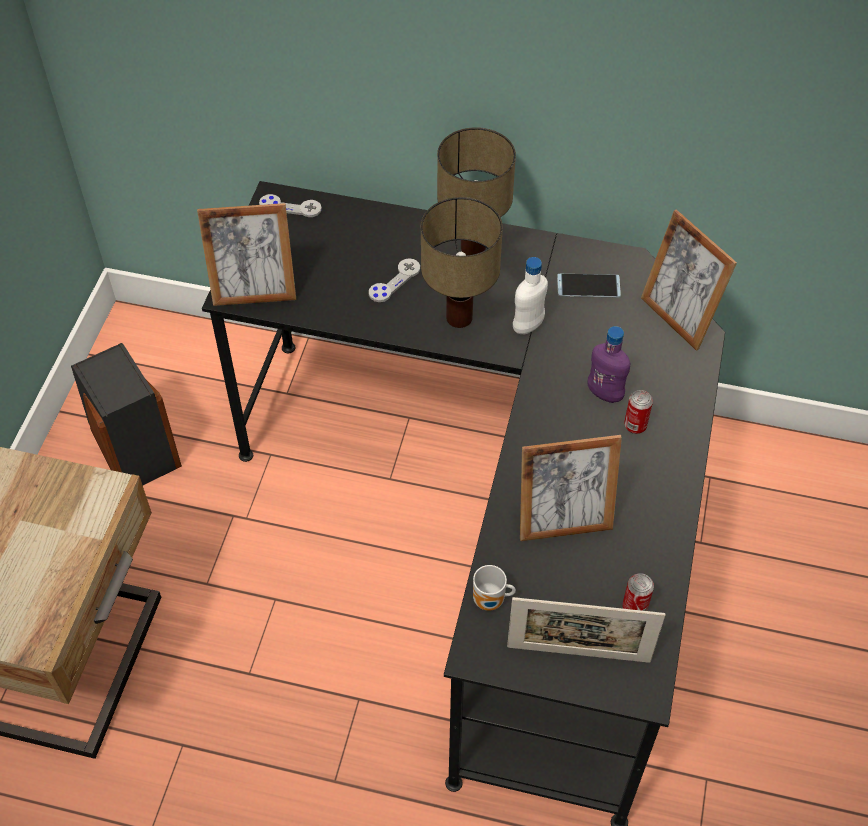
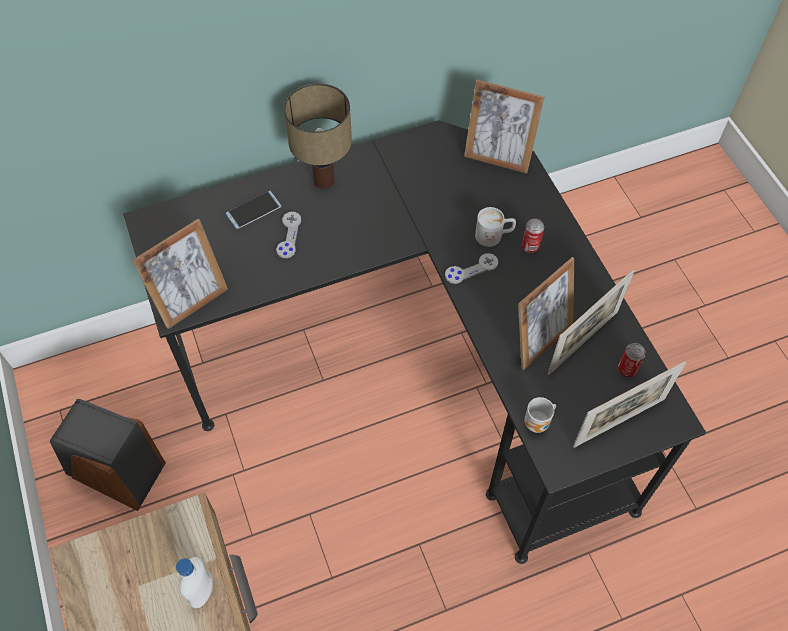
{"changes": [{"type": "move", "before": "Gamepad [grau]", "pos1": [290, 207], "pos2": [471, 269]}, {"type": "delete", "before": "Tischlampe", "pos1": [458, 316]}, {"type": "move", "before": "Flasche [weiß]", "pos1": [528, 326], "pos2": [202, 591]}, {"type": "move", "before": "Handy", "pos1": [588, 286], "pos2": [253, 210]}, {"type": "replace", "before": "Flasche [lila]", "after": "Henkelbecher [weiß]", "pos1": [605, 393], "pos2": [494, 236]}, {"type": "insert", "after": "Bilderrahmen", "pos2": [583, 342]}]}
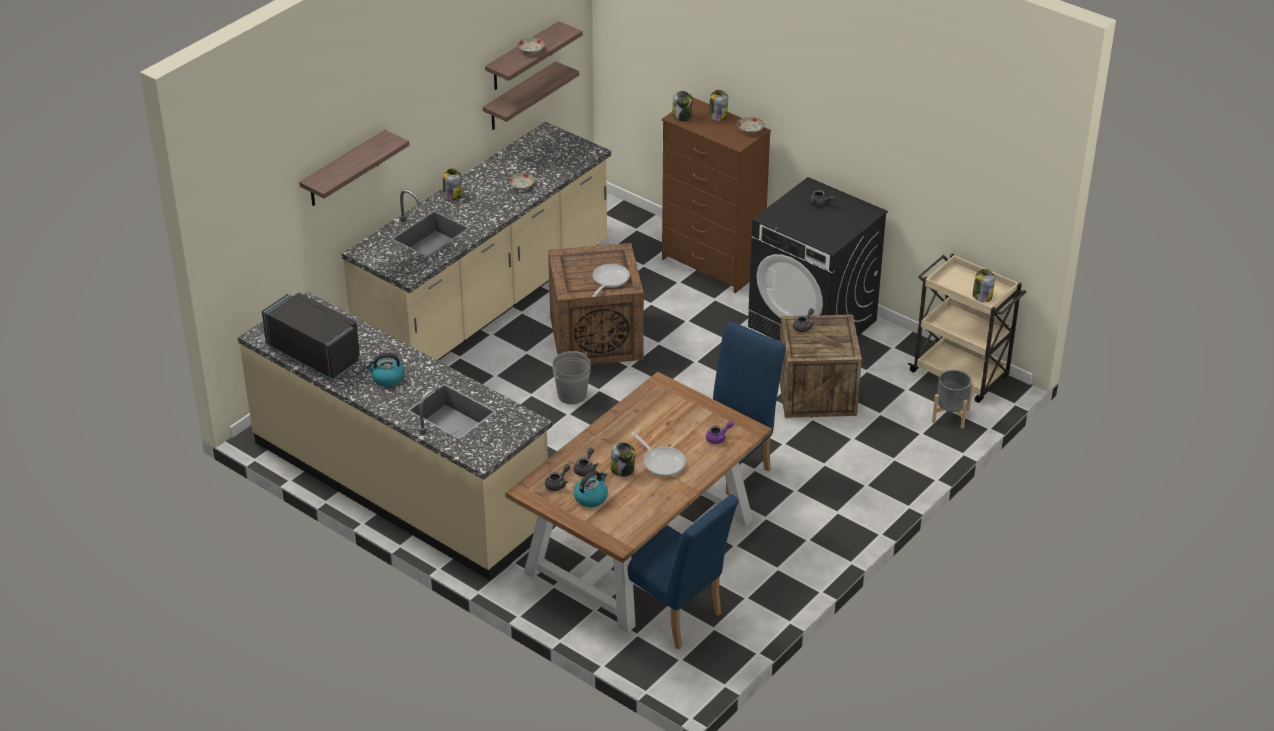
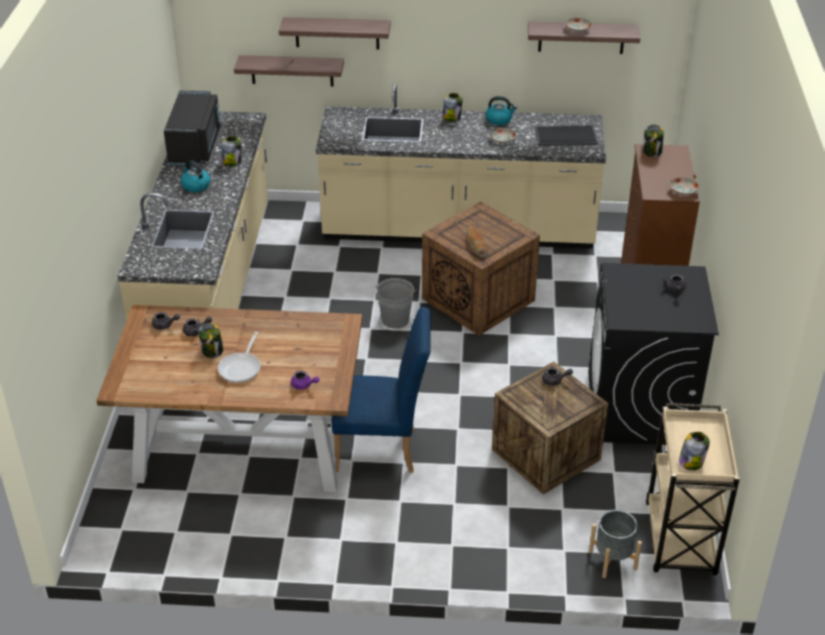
{"changes": [{"type": "move", "before": "Wandregal", "pos1": [520, 97], "pos2": [292, 70]}, {"type": "move", "before": "Wasserkessel", "pos1": [591, 497], "pos2": [499, 119]}, {"type": "replace", "before": "Pfanne", "after": "Brot", "pos1": [609, 280], "pos2": [476, 246]}, {"type": "delete", "before": "Stuhl [blau]", "pos1": [674, 616]}, {"type": "move", "before": "Vorratsglas", "pos1": [717, 116], "pos2": [232, 161]}, {"type": "insert", "after": "Tablett", "pos2": [566, 135]}]}
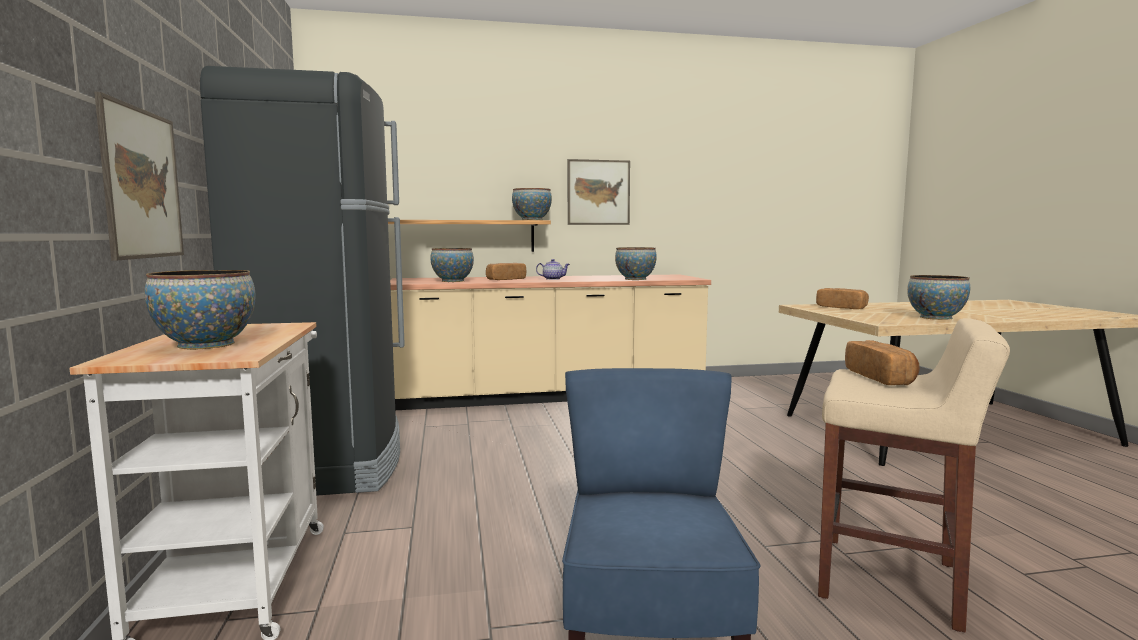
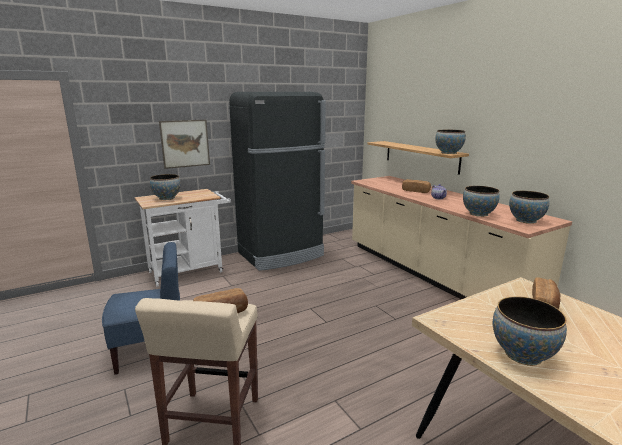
{"changes": [{"type": "move", "before": "Schüssel", "pos1": [452, 281], "pos2": [525, 220]}, {"type": "delete", "before": "Bild", "pos1": [598, 192]}]}
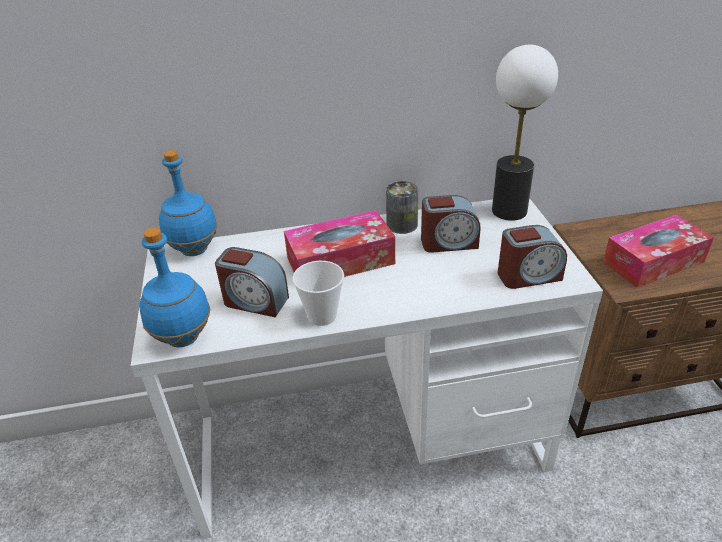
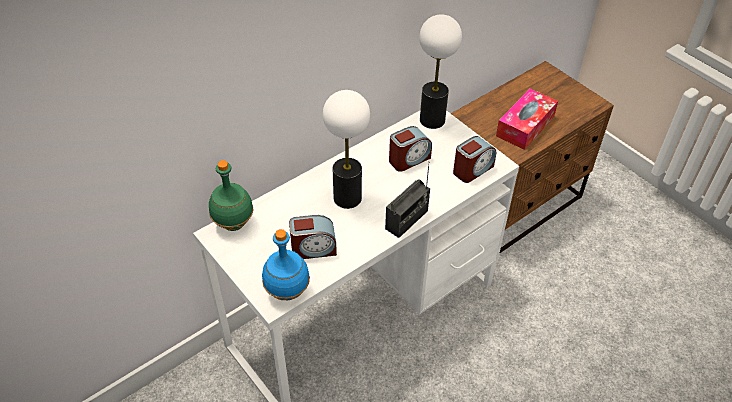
{"changes": [{"type": "recolor", "before": "Flasche [blau]", "after": "Flasche [grün]", "pos1": [194, 250], "pos2": [233, 224]}, {"type": "replace", "before": "Taschentuchbox", "after": "Tischlampe", "pos1": [340, 261], "pos2": [347, 198]}, {"type": "delete", "before": "Tasse", "pos1": [322, 316]}, {"type": "delete", "before": "Dose", "pos1": [402, 225]}, {"type": "insert", "after": "Radio", "pos2": [407, 220]}]}
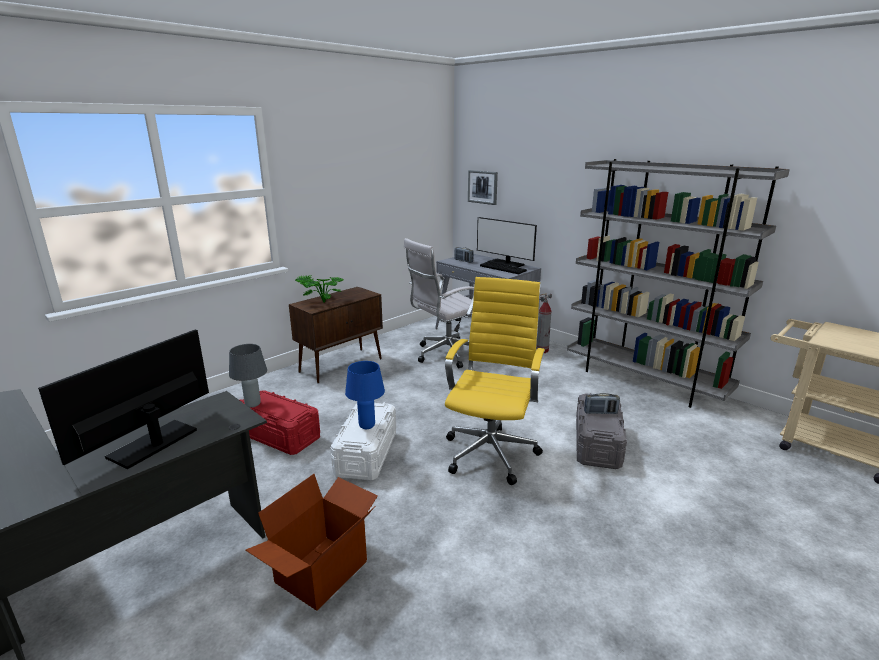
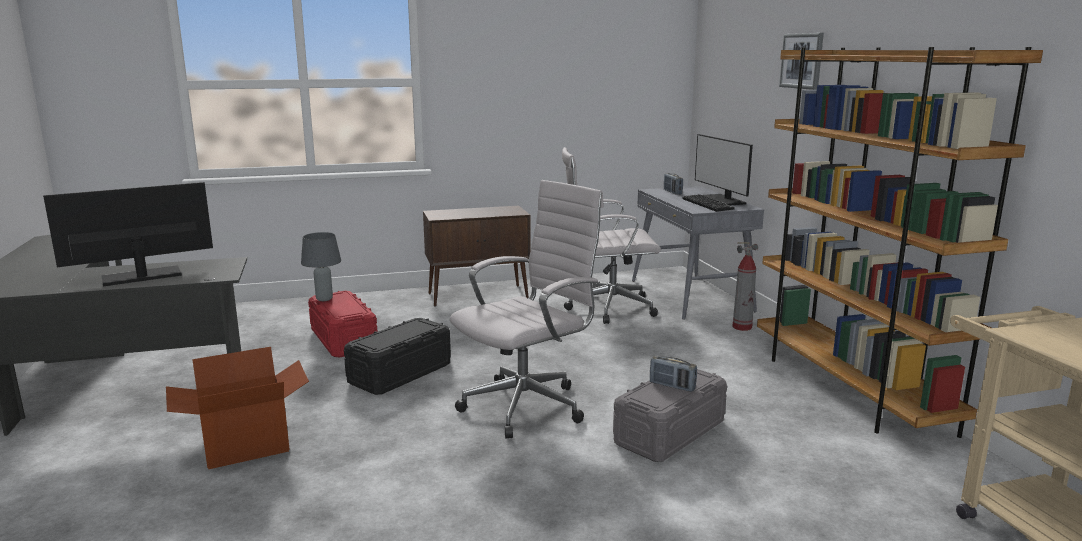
{"changes": [{"type": "delete", "before": "Topfpflanze", "pos1": [321, 302]}, {"type": "recolor", "before": "Aufbewahrungsbox [weiß]", "after": "Aufbewahrungsbox [schwarz]", "pos1": [367, 453], "pos2": [400, 373]}, {"type": "delete", "before": "Tischlampe [blau]", "pos1": [367, 426]}, {"type": "recolor", "before": "Bürostuhl [gelb]", "after": "Bürostuhl [weiß]", "pos1": [491, 451], "pos2": [528, 405]}, {"type": "move", "before": "Bild", "pos1": [483, 187], "pos2": [802, 61]}, {"type": "recolor", "before": "Bücherregal [grau]", "after": "Bücherregal [braun]", "pos1": [644, 381], "pos2": [848, 389]}]}
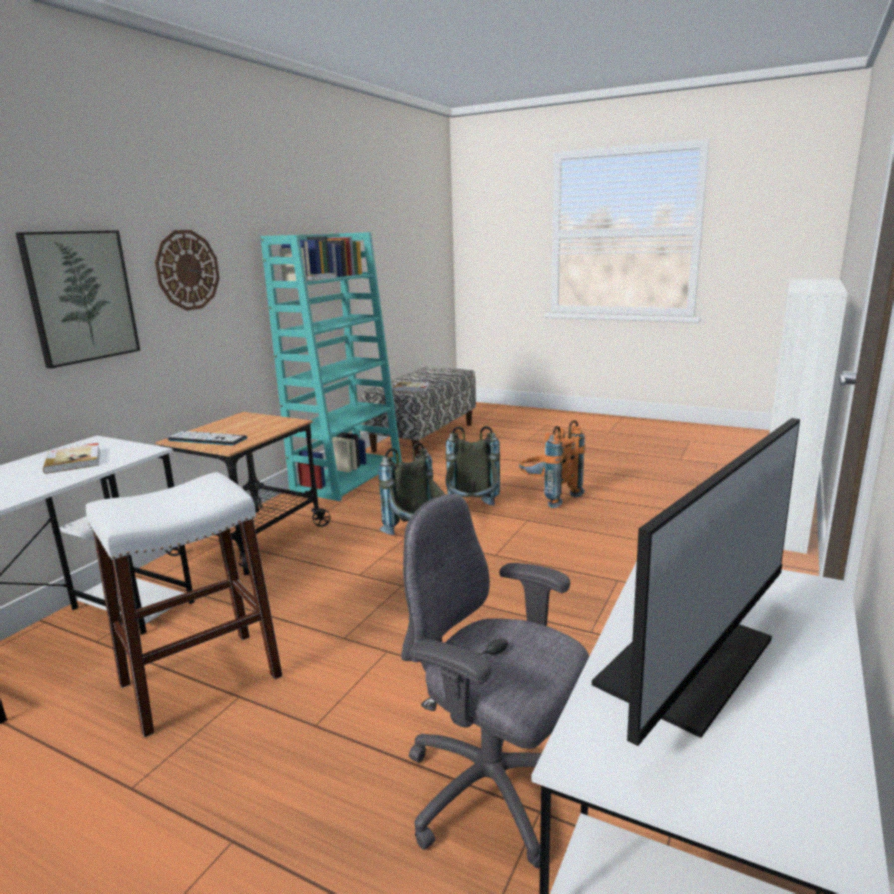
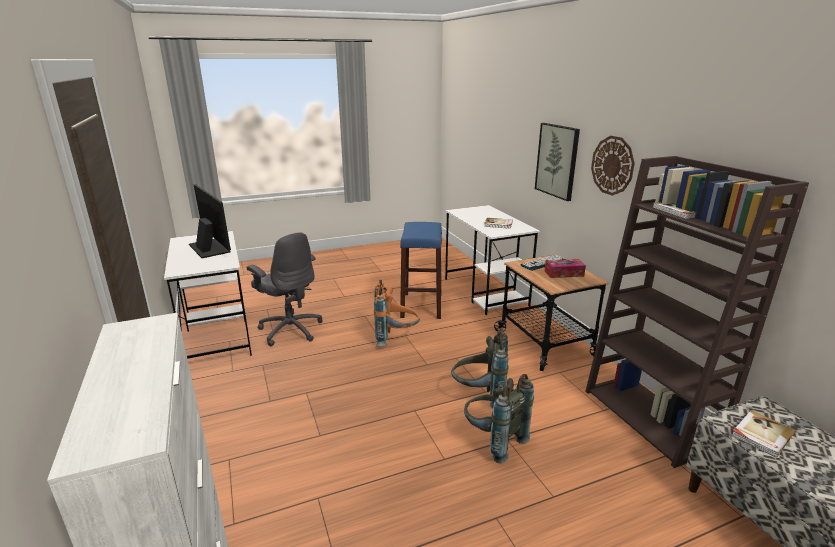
{"changes": [{"type": "recolor", "before": "Hocker [weiß]", "after": "Hocker [blau]", "pos1": [200, 680], "pos2": [421, 305]}, {"type": "recolor", "before": "Bücherregal [türkis]", "after": "Bücherregal [braun]", "pos1": [348, 476], "pos2": [651, 418]}, {"type": "rotate", "before": "Bürostuhl [grau]", "pos1": [493, 792], "pos2": [290, 330], "turn": 60}, {"type": "move", "before": "Rucksack [orange]", "pos1": [548, 496], "pos2": [396, 338]}, {"type": "rotate", "before": "Monitor", "pos1": [689, 663], "pos2": [210, 248], "turn": 150}, {"type": "insert", "after": "Taschentuchbox", "pos2": [564, 273]}]}
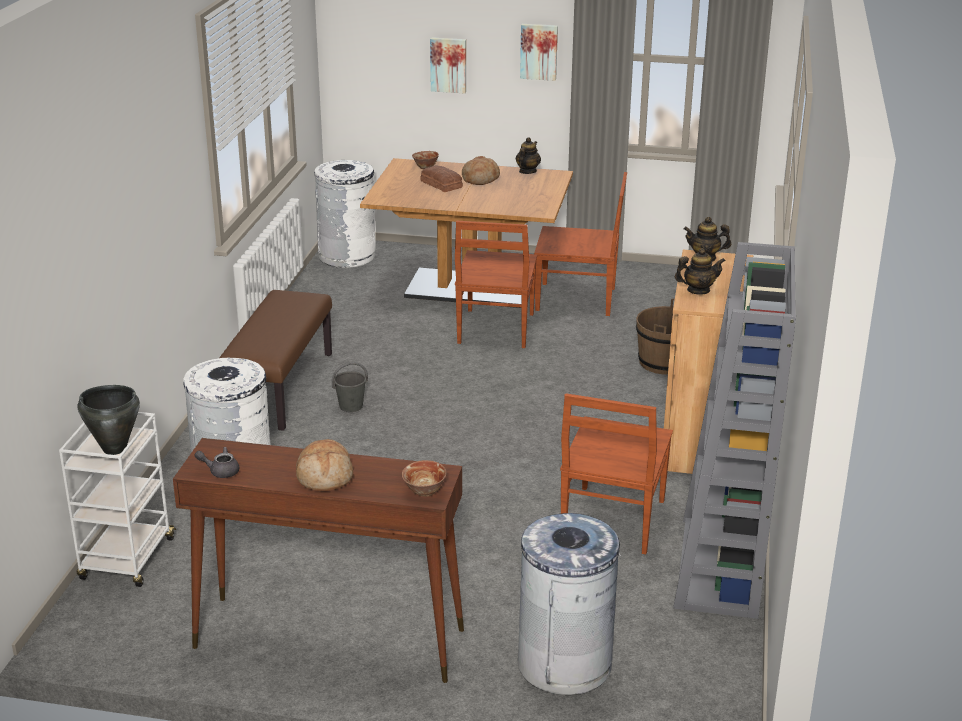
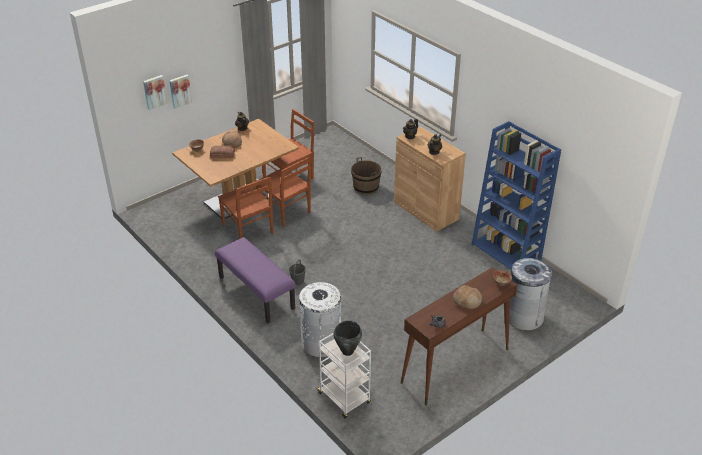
{"changes": [{"type": "recolor", "before": "Bank [braun]", "after": "Bank [lila]", "pos1": [279, 387], "pos2": [255, 293]}, {"type": "delete", "before": "Mülleimer [weiß]", "pos1": [347, 256]}, {"type": "move", "before": "Bild", "pos1": [539, 51], "pos2": [154, 92]}, {"type": "move", "before": "Stuhl [braun]", "pos1": [612, 521], "pos2": [248, 229]}, {"type": "recolor", "before": "Bücherregal [grau]", "after": "Bücherregal [blau]", "pos1": [720, 567], "pos2": [506, 253]}]}
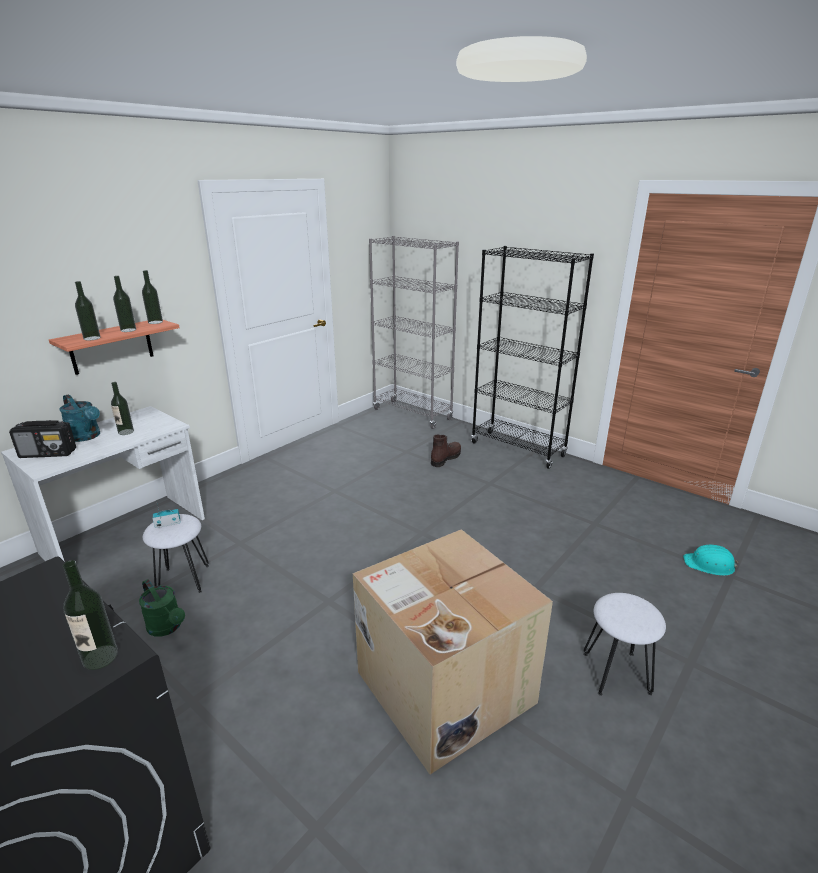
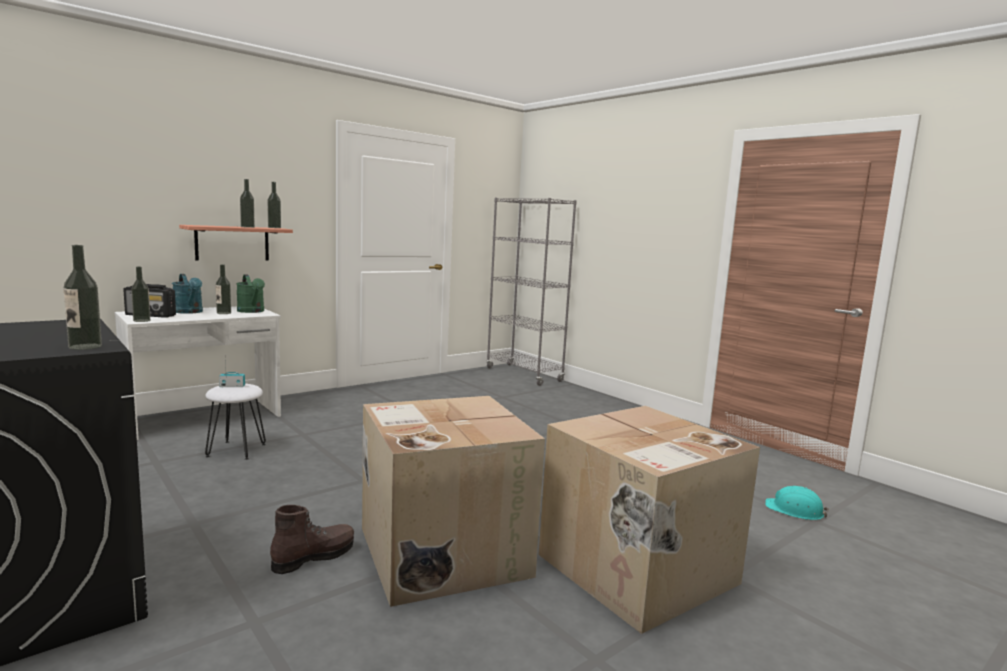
{"changes": [{"type": "move", "before": "Flasche", "pos1": [92, 338], "pos2": [142, 320]}, {"type": "move", "before": "Gießkanne [grün]", "pos1": [167, 627], "pos2": [252, 311]}, {"type": "move", "before": "Stiefel [braun]", "pos1": [445, 458], "pos2": [313, 557]}, {"type": "delete", "before": "Bücherregal [schwarz]", "pos1": [518, 449]}, {"type": "replace", "before": "Hocker [weiß]", "after": "Karton", "pos1": [616, 673], "pos2": [637, 570]}]}
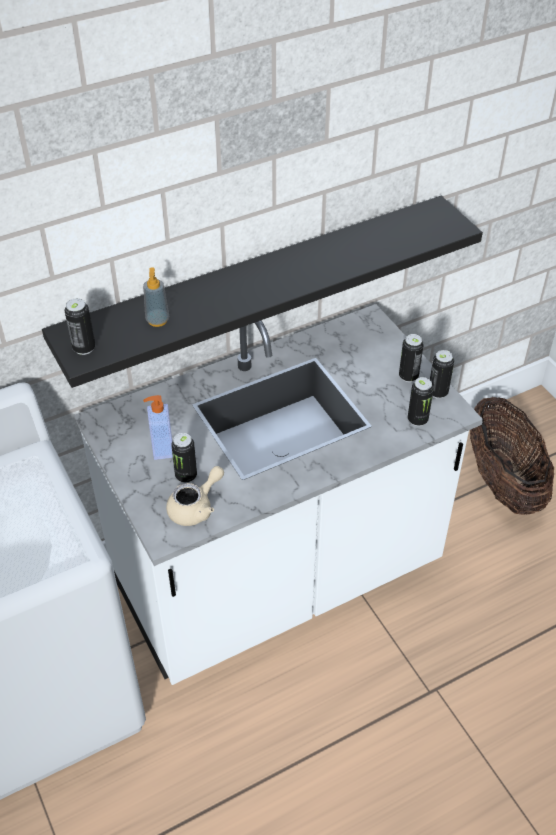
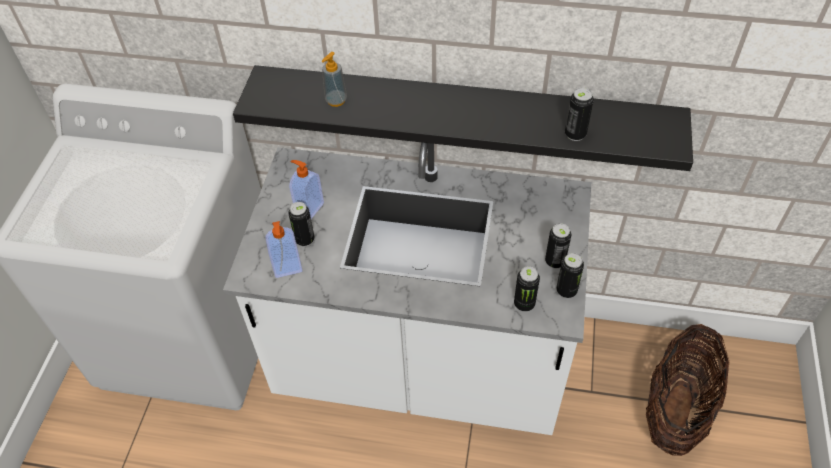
{"changes": [{"type": "move", "before": "Dose", "pos1": [84, 348], "pos2": [575, 134]}, {"type": "replace", "before": "Teekanne [beige]", "after": "Seifenspender", "pos1": [196, 507], "pos2": [287, 268]}]}
